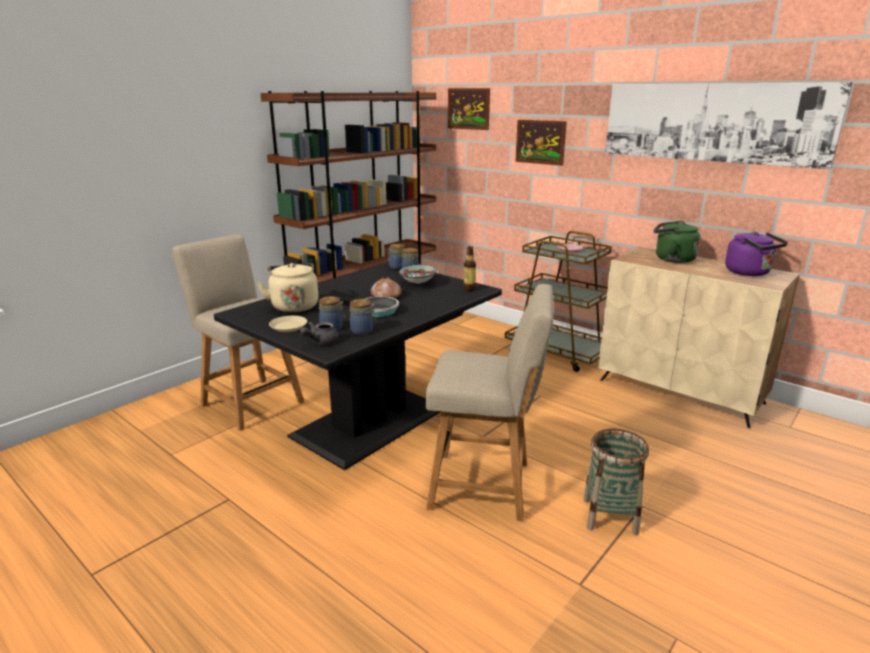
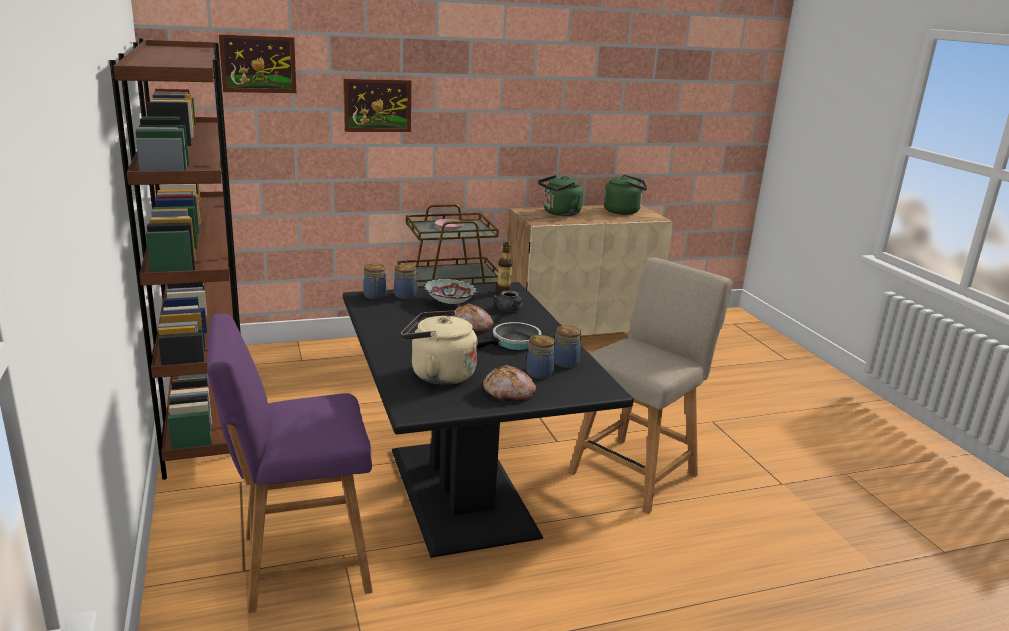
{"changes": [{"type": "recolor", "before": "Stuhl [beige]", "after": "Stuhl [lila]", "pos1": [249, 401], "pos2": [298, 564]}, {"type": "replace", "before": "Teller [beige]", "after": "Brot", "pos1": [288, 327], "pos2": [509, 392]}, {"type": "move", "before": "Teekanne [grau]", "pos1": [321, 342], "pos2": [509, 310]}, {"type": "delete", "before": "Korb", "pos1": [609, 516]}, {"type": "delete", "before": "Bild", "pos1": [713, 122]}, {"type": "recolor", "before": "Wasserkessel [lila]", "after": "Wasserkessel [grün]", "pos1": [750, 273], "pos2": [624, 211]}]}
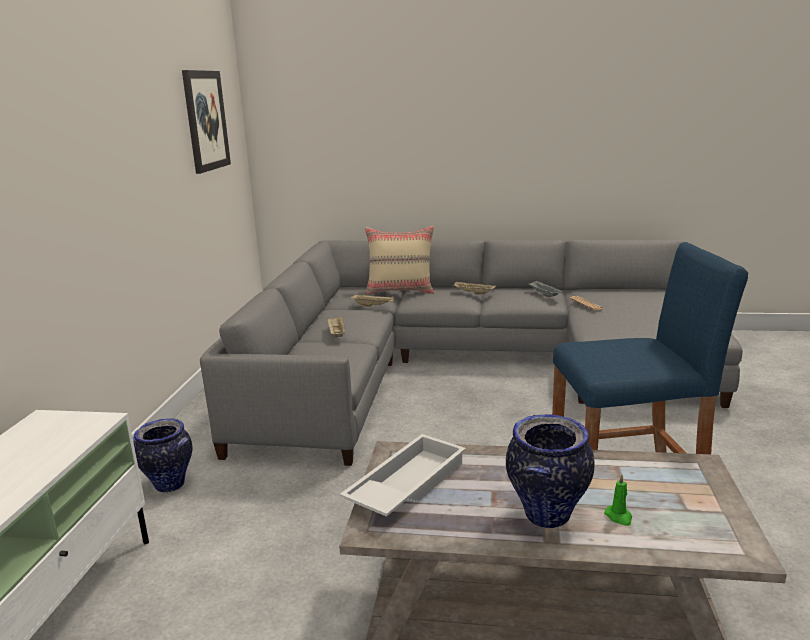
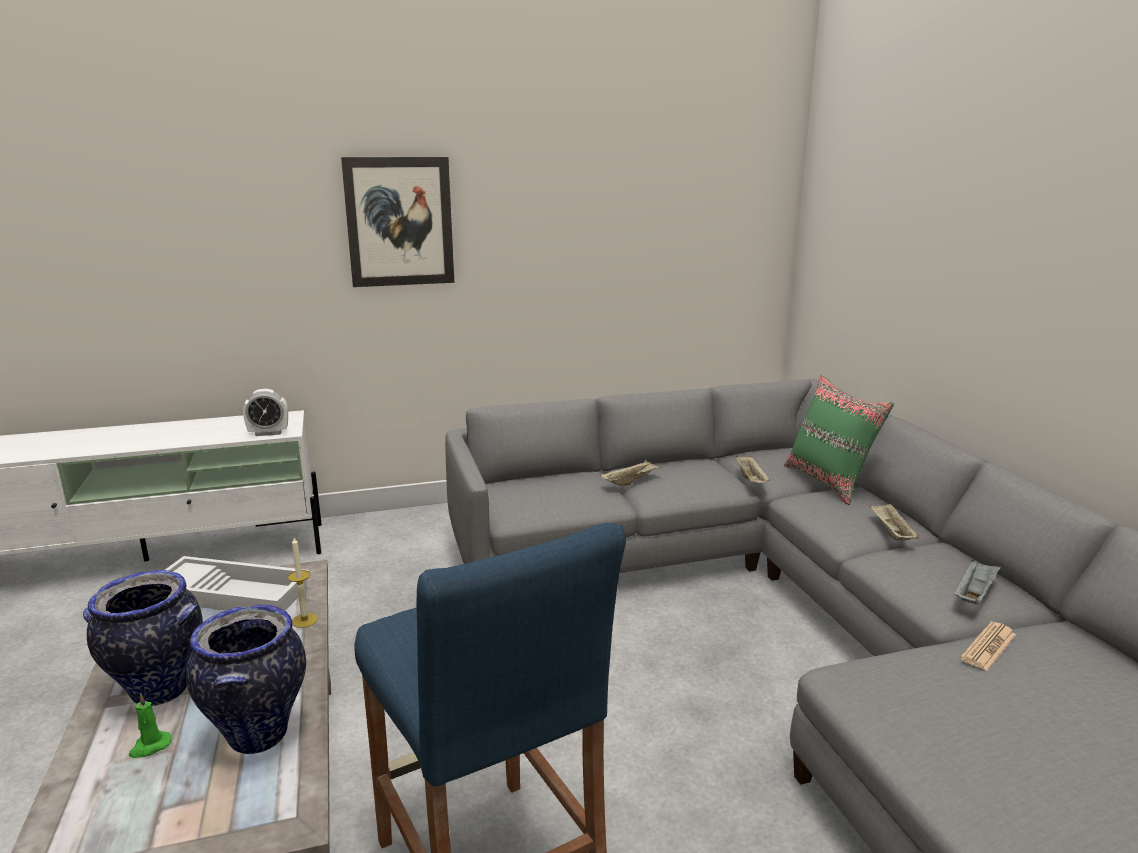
{"changes": [{"type": "move", "before": "Vase", "pos1": [169, 485], "pos2": [258, 734]}, {"type": "move", "before": "Bild", "pos1": [206, 120], "pos2": [399, 222]}, {"type": "recolor", "before": "Kissen [beige]", "after": "Kissen [grün]", "pos1": [400, 291], "pos2": [828, 482]}, {"type": "insert", "after": "Wecker", "pos2": [268, 433]}, {"type": "insert", "after": "Kerze", "pos2": [304, 620]}]}
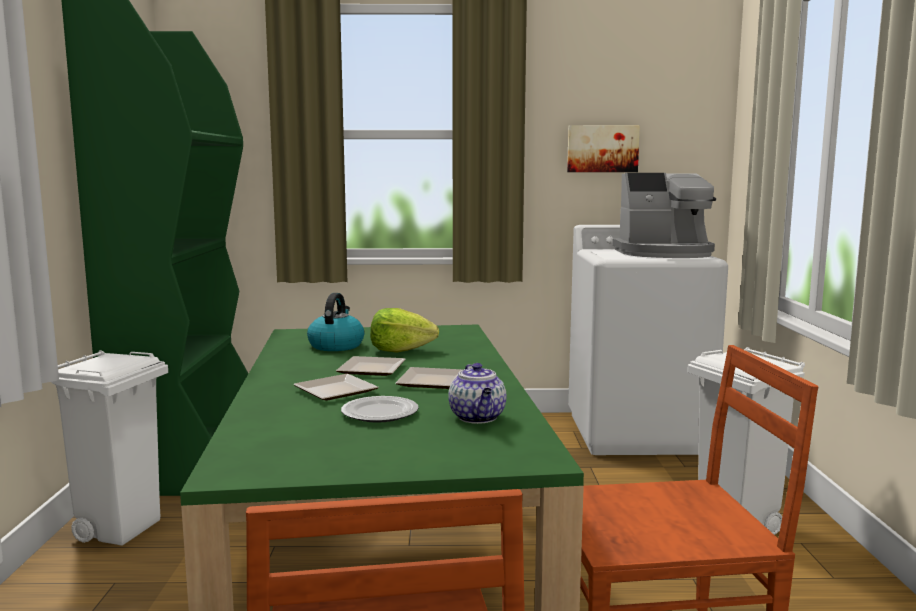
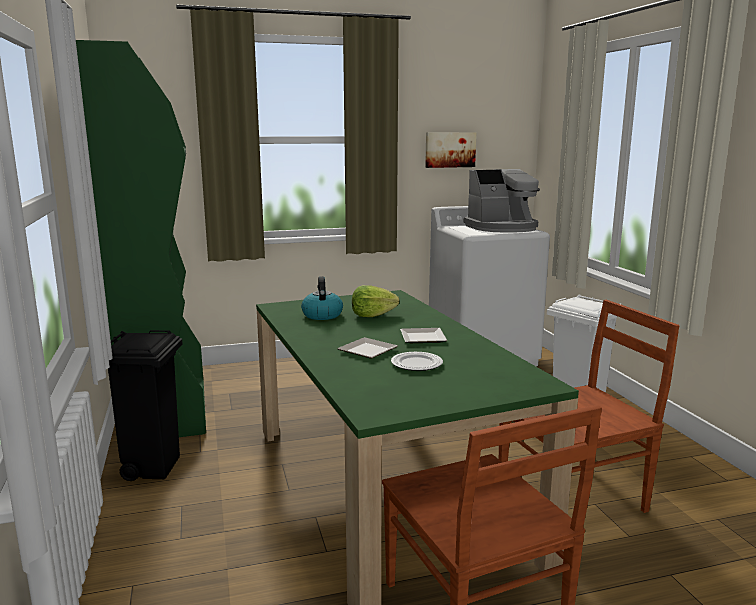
{"changes": [{"type": "recolor", "before": "Mülleimer [weiß]", "after": "Mülleimer [schwarz]", "pos1": [121, 529], "pos2": [153, 467]}, {"type": "delete", "before": "Teller", "pos1": [370, 369]}, {"type": "delete", "before": "Teekanne", "pos1": [478, 418]}]}
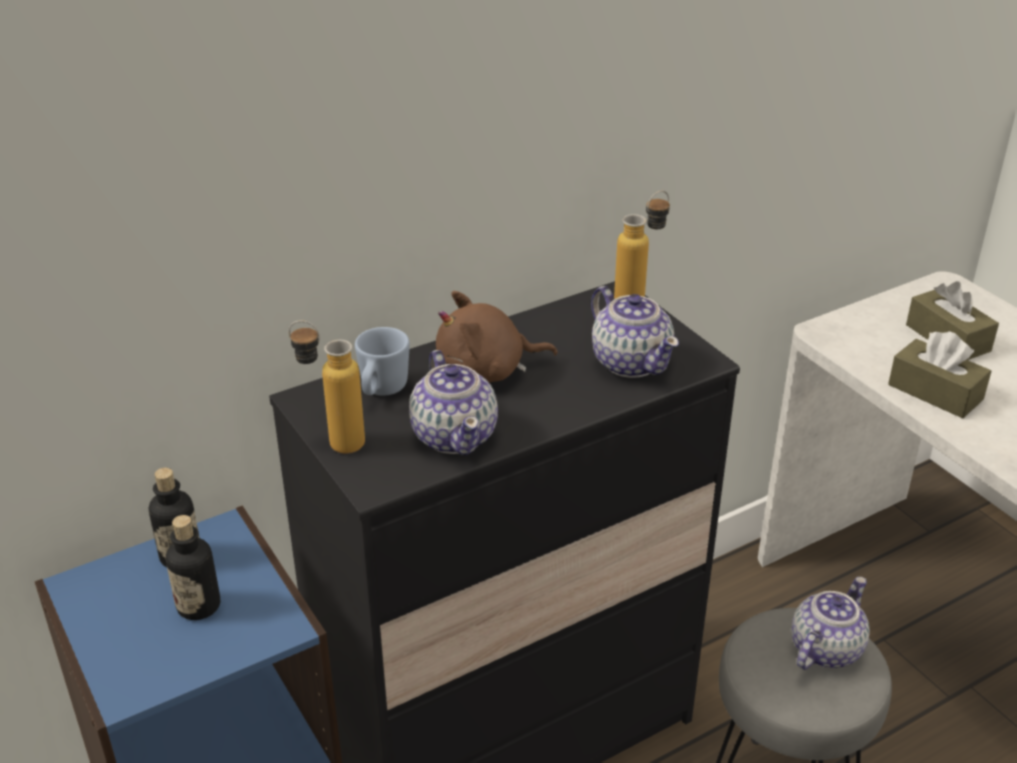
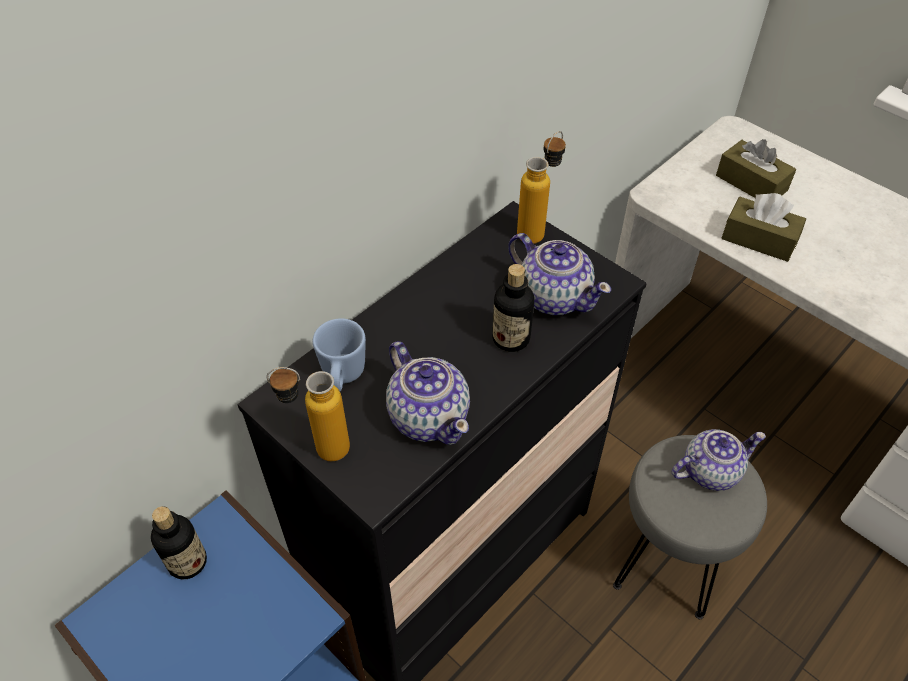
{"changes": [{"type": "move", "before": "Flasche", "pos1": [198, 606], "pos2": [511, 338]}, {"type": "delete", "before": "Plüschtier [braun]", "pos1": [487, 370]}, {"type": "rotate", "before": "Teekanne", "pos1": [825, 648], "pos2": [710, 470], "turn": 45}]}
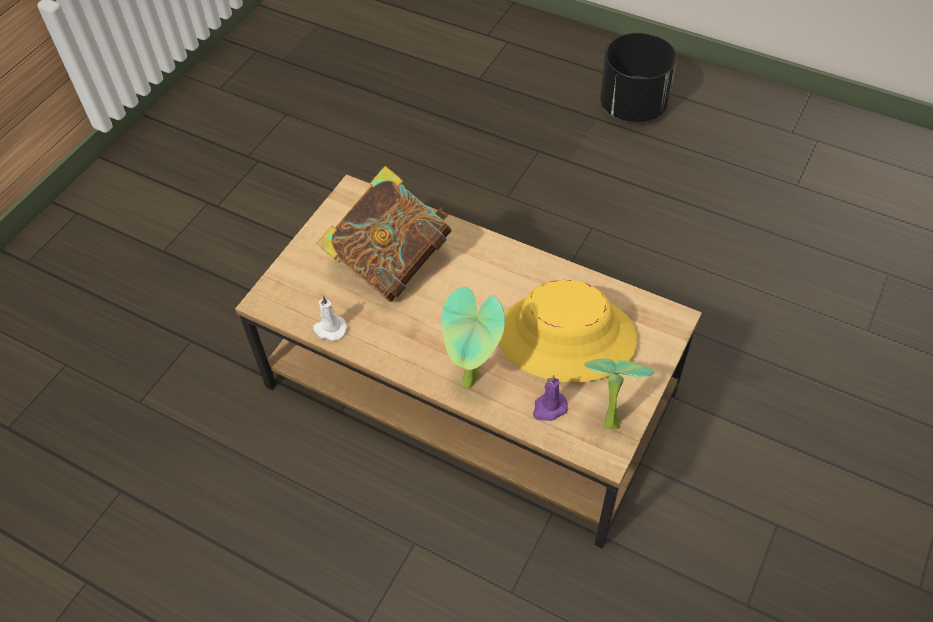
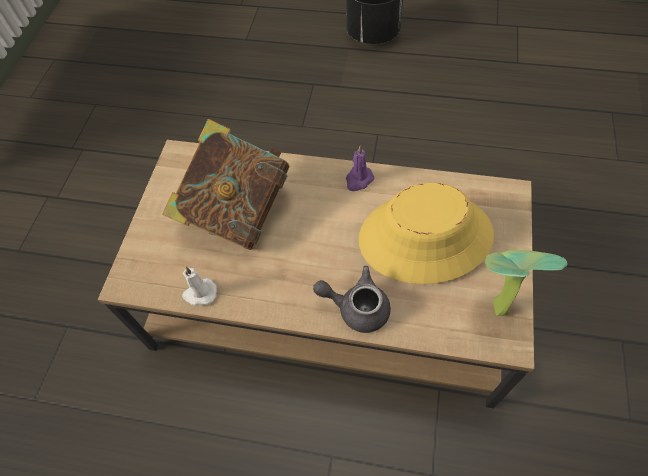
{"changes": [{"type": "replace", "before": "Topfpflanze", "after": "Teekanne [grau]", "pos1": [472, 382], "pos2": [356, 307]}, {"type": "move", "before": "Kerze [lila]", "pos1": [549, 408], "pos2": [358, 180]}]}
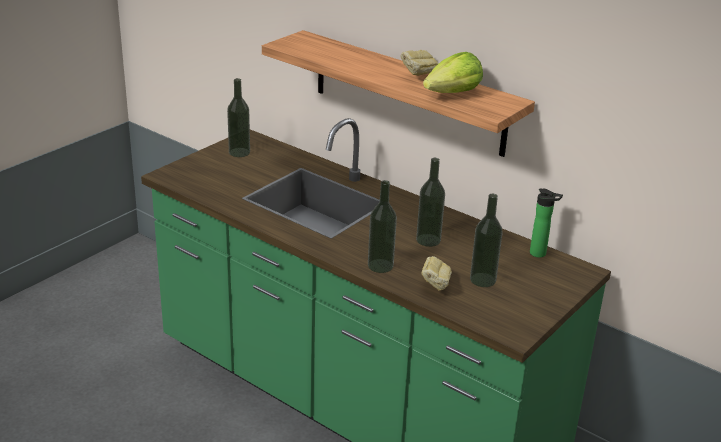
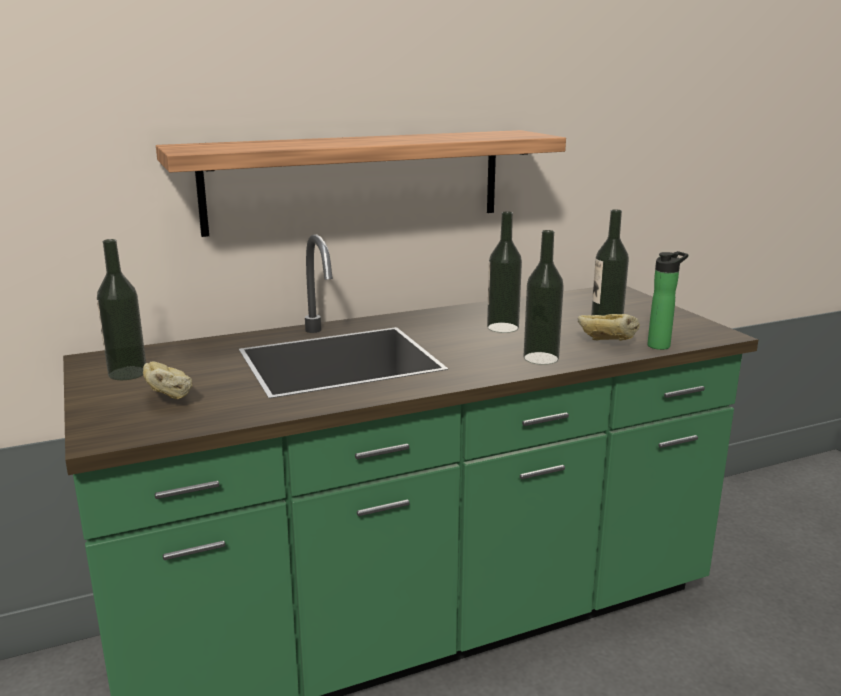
{"changes": [{"type": "move", "before": "Brot", "pos1": [418, 75], "pos2": [169, 400]}, {"type": "delete", "before": "Salatkopf", "pos1": [453, 94]}, {"type": "move", "before": "Flasche", "pos1": [540, 254], "pos2": [661, 345]}]}
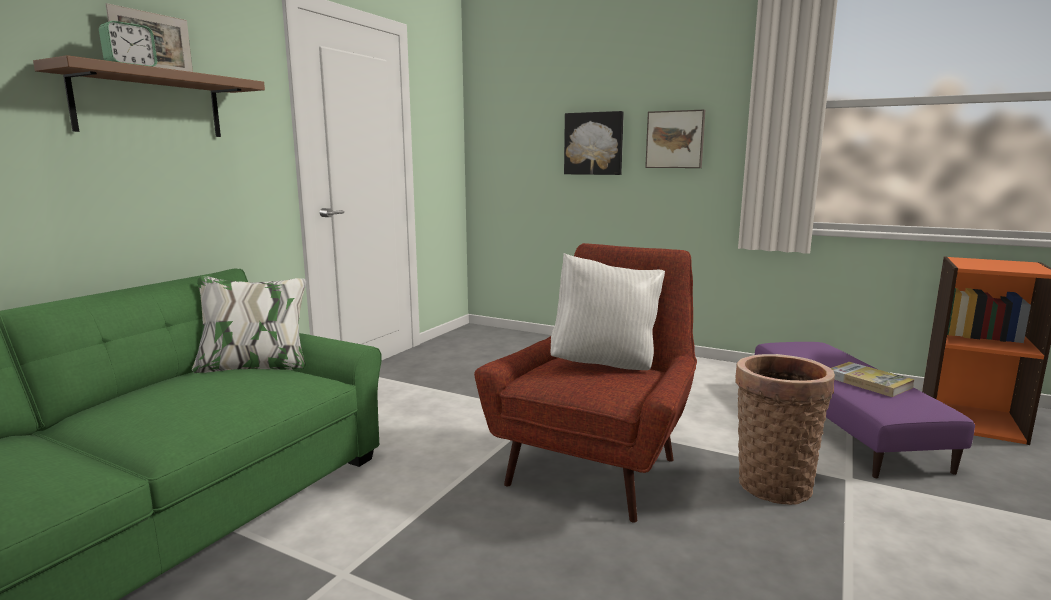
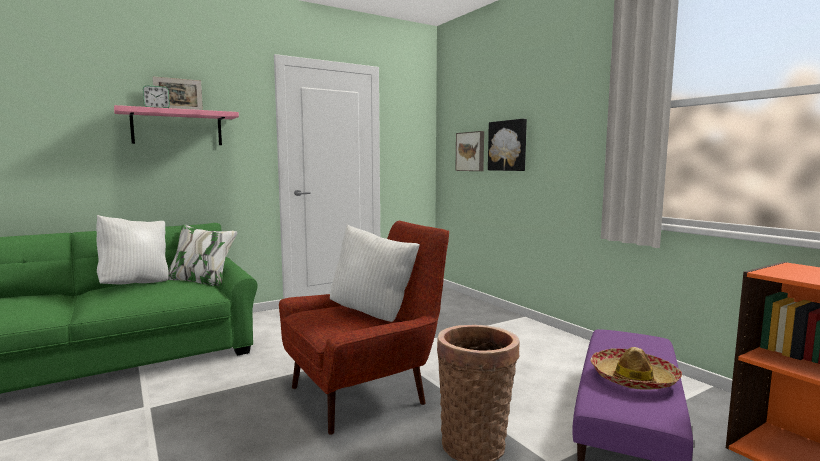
{"changes": [{"type": "recolor", "before": "Wandregal [braun]", "after": "Wandregal [rosa]", "pos1": [149, 104], "pos2": [177, 128]}, {"type": "move", "before": "Bild", "pos1": [675, 139], "pos2": [471, 151]}, {"type": "replace", "before": "Buch", "after": "Hut", "pos1": [868, 382], "pos2": [633, 378]}, {"type": "insert", "after": "Kissen [weiß]", "pos2": [136, 284]}]}
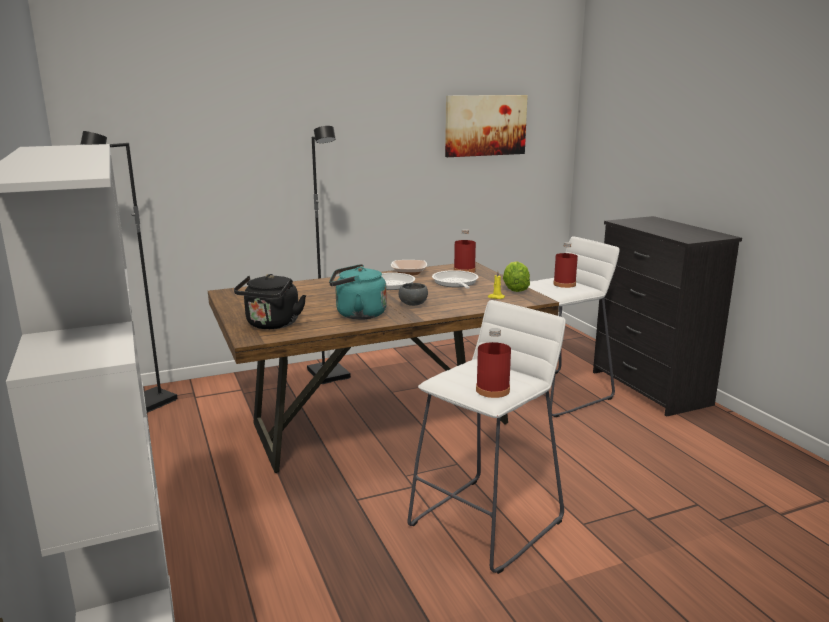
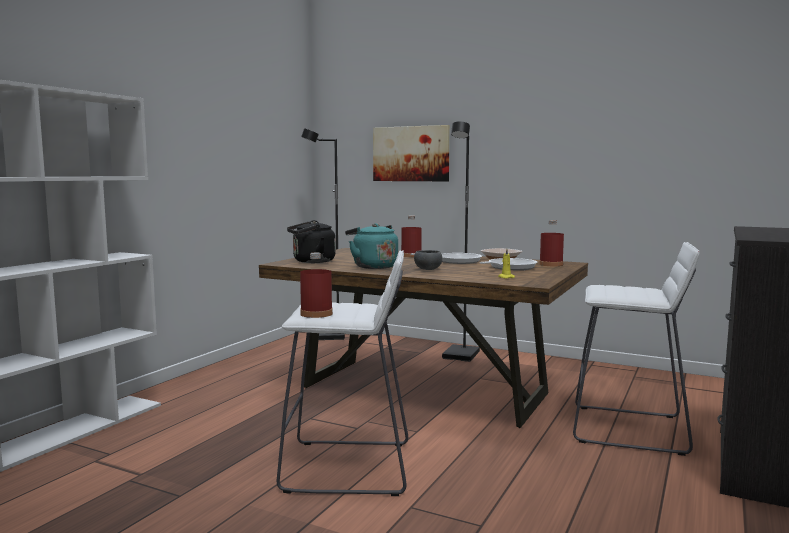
{"changes": [{"type": "move", "before": "Bild", "pos1": [485, 125], "pos2": [411, 154]}, {"type": "delete", "before": "Salatkopf", "pos1": [515, 288]}, {"type": "move", "before": "Flasche [rot]", "pos1": [564, 284], "pos2": [411, 255]}]}
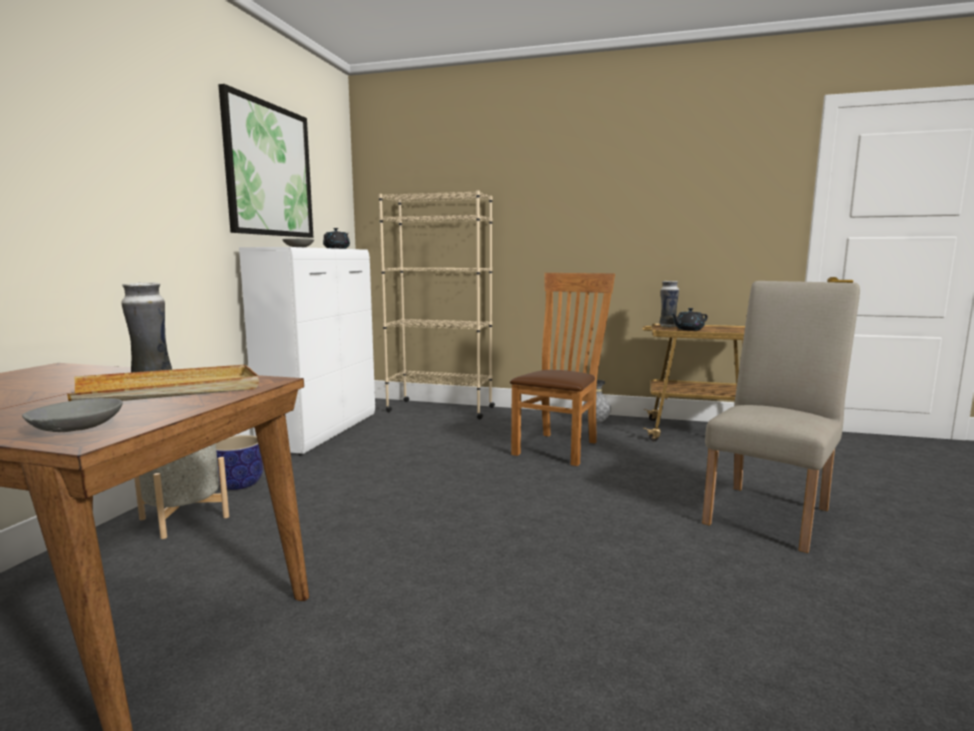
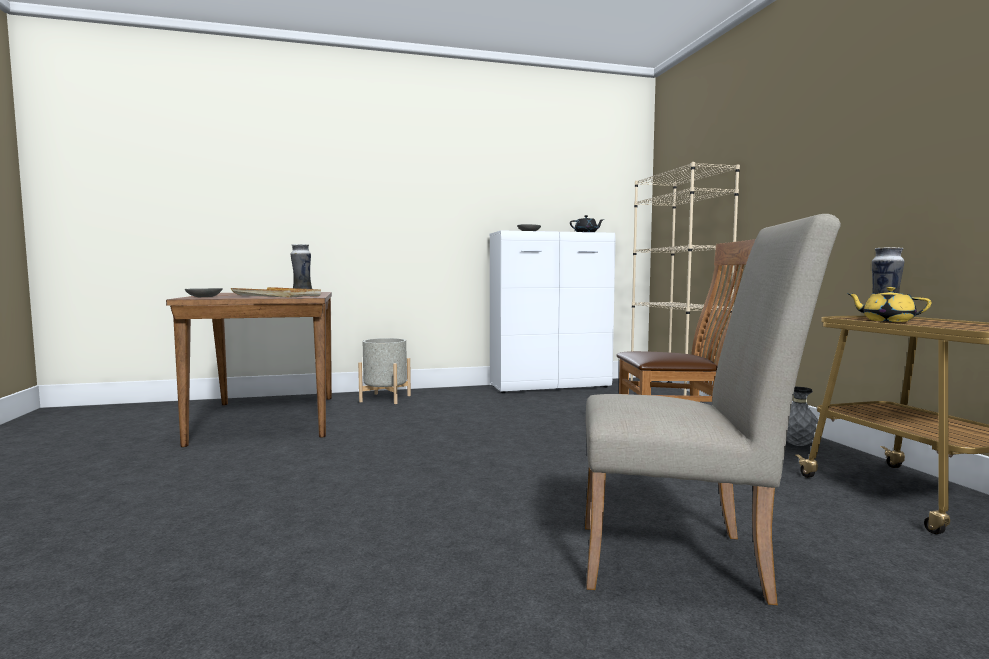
{"changes": [{"type": "delete", "before": "Pflanzkübel", "pos1": [238, 484]}, {"type": "delete", "before": "Bild", "pos1": [269, 170]}, {"type": "recolor", "before": "Teekanne [schwarz]", "after": "Teekanne [gelb]", "pos1": [688, 329], "pos2": [887, 321]}]}
